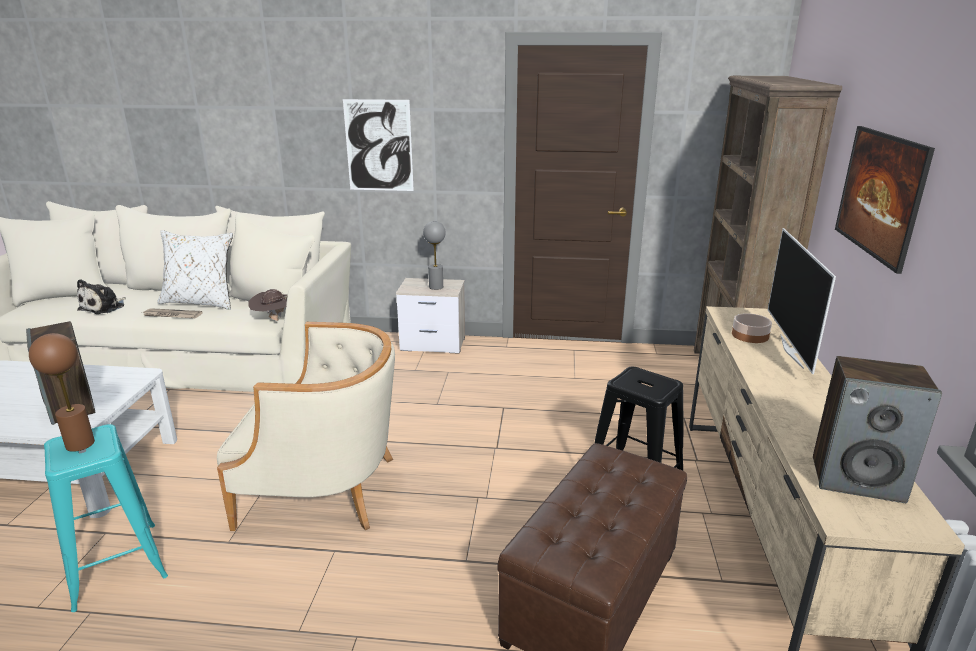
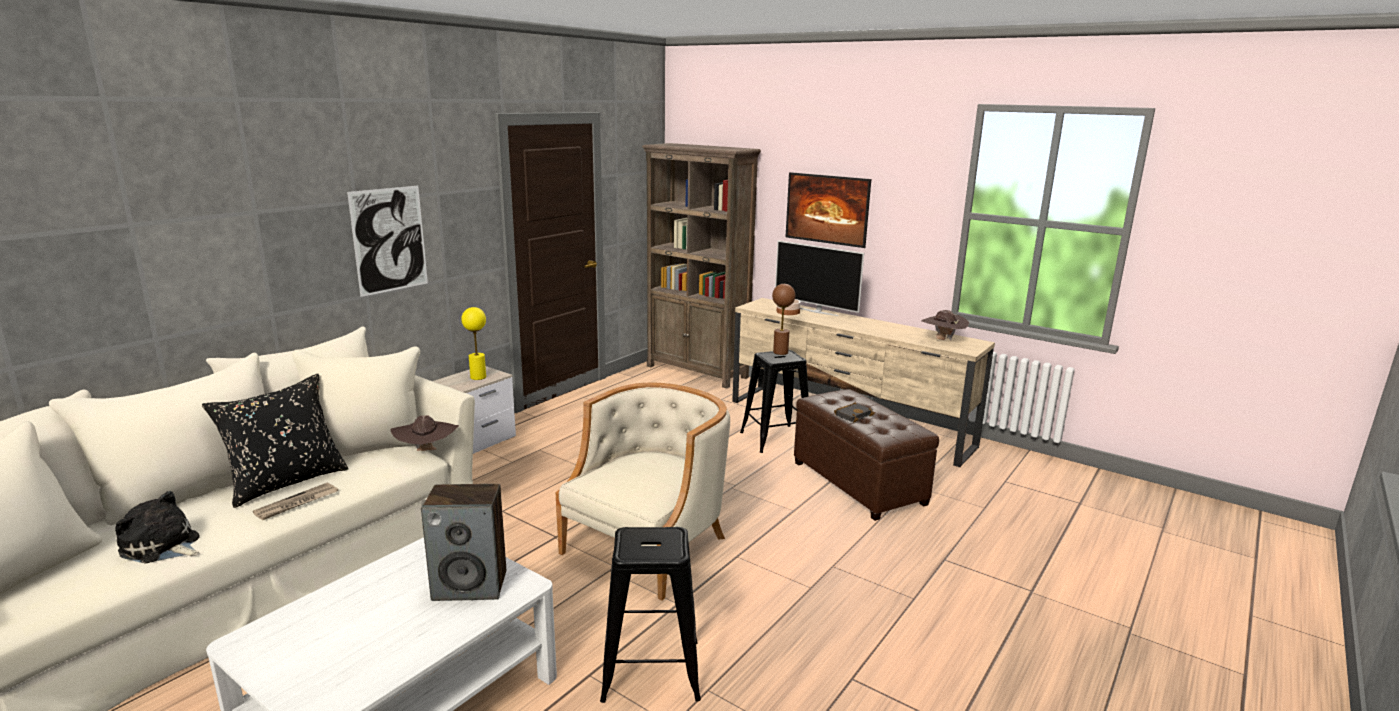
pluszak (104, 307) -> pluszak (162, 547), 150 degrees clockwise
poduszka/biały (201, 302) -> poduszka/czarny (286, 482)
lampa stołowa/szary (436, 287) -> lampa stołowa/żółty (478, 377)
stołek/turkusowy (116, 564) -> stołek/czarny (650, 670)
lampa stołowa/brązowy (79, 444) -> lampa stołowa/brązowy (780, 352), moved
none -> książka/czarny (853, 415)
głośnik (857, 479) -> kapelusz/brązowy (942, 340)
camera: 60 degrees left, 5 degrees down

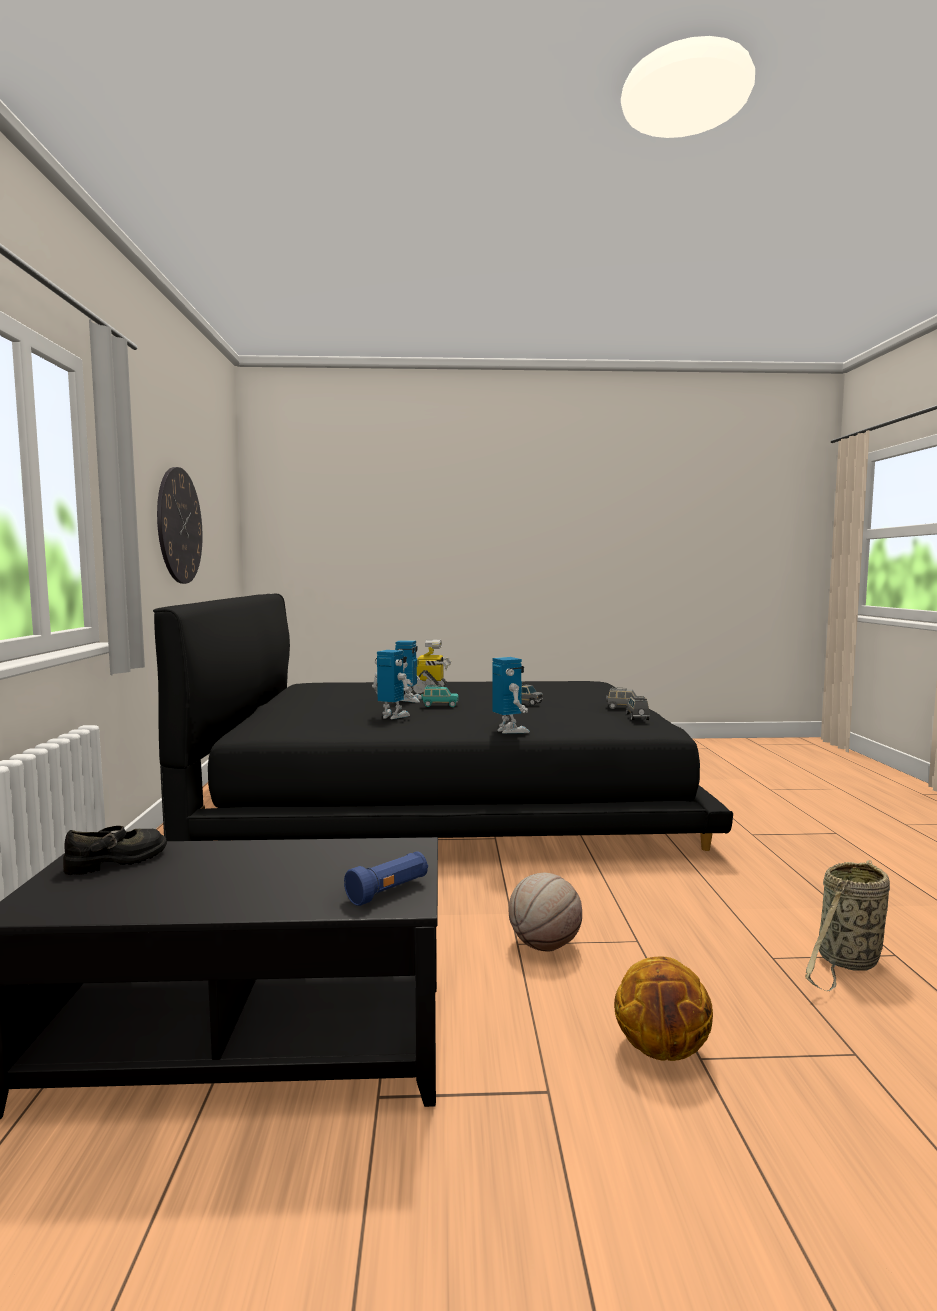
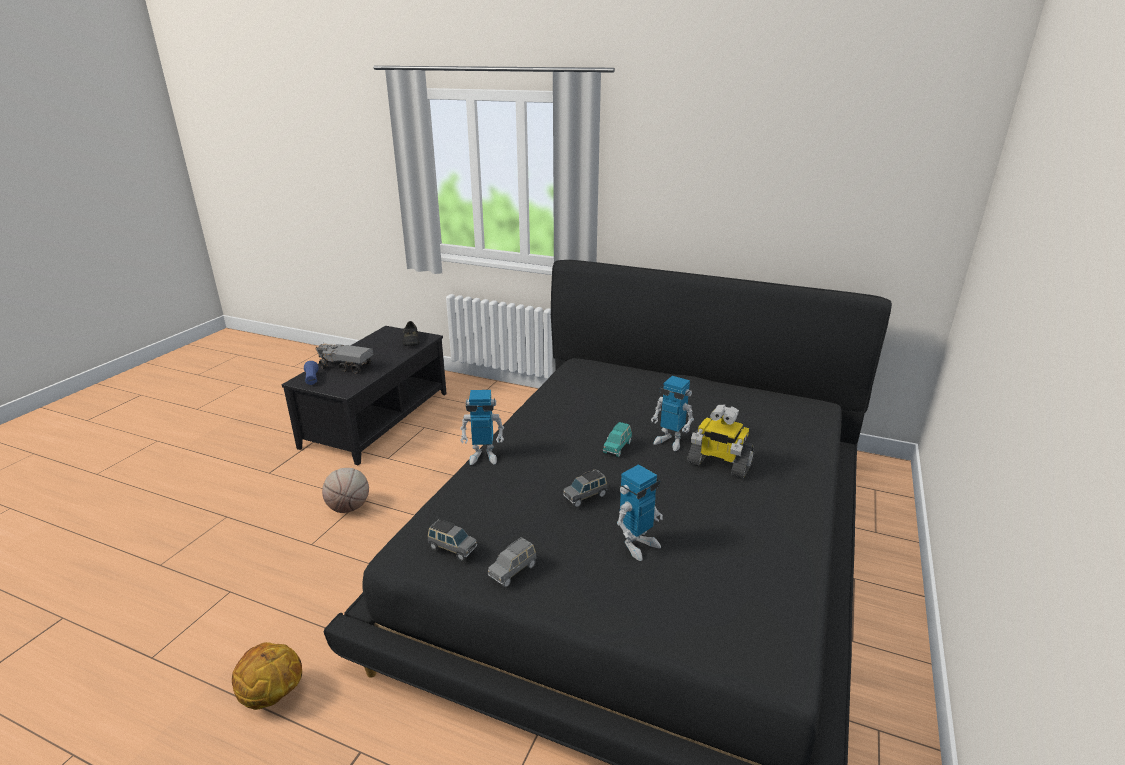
piłka do koszykówki (662, 1050) -> piłka do koszykówki (272, 695), moved
none -> ciężarówka zabawkowa (345, 366)
robot zabawkowy (392, 716) -> robot zabawkowy (638, 545), moved
zegar ścienny (179, 526) -> none
koszyk (847, 962) -> none
camera: 115 degrees right, 20 degrees up

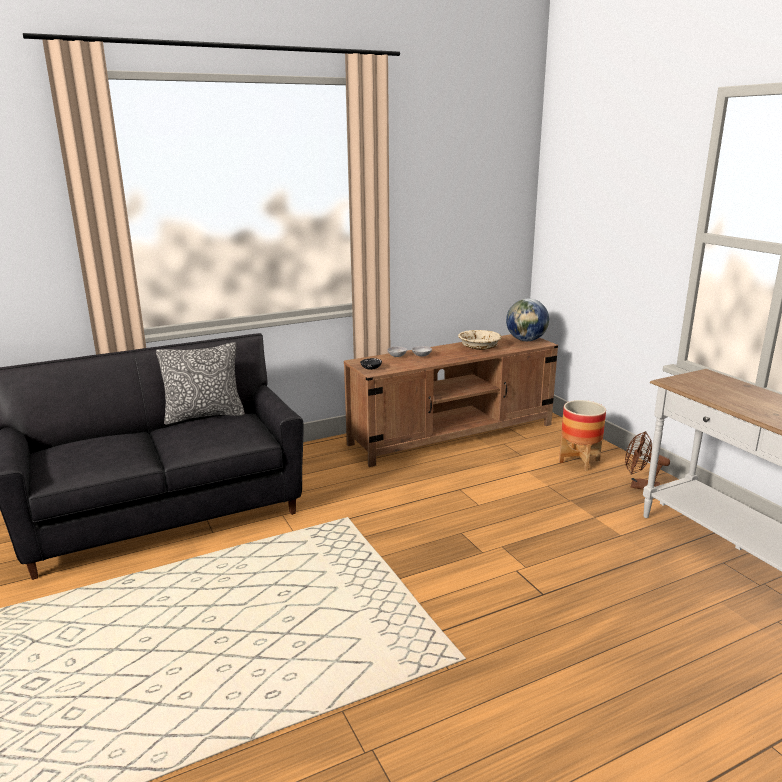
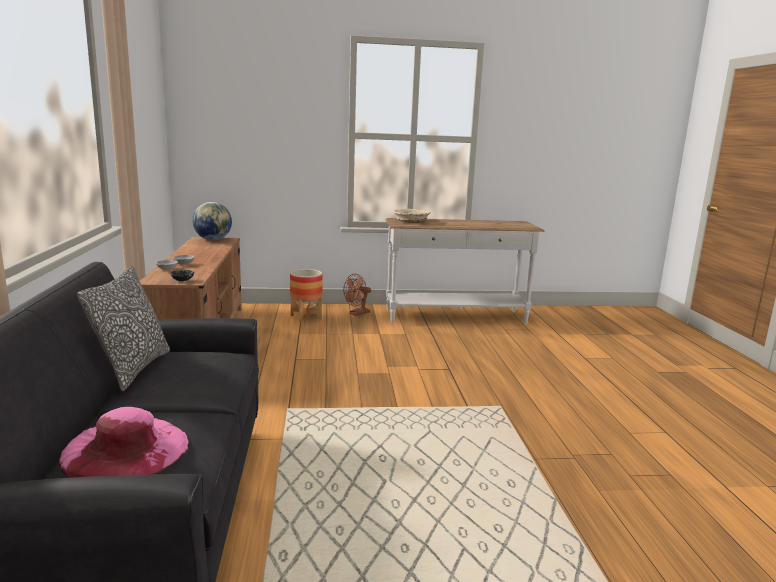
none -> kapelusz/różowy (125, 450)
miska/beżowy (479, 346) -> miska/beżowy (411, 221), moved
camera: 70 degrees left, 5 degrees down

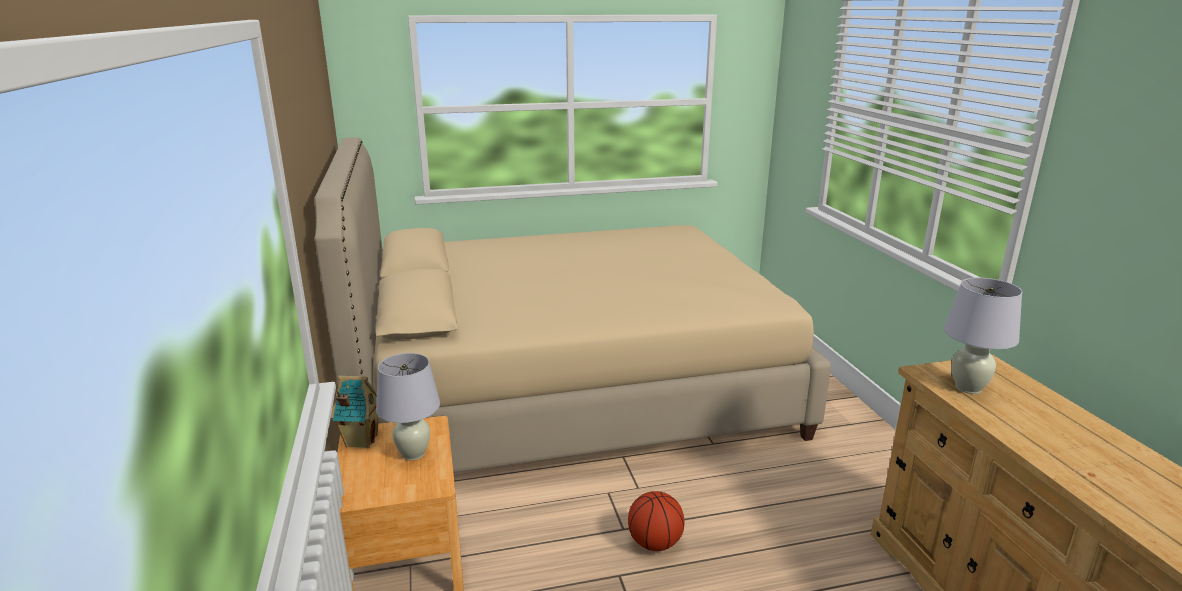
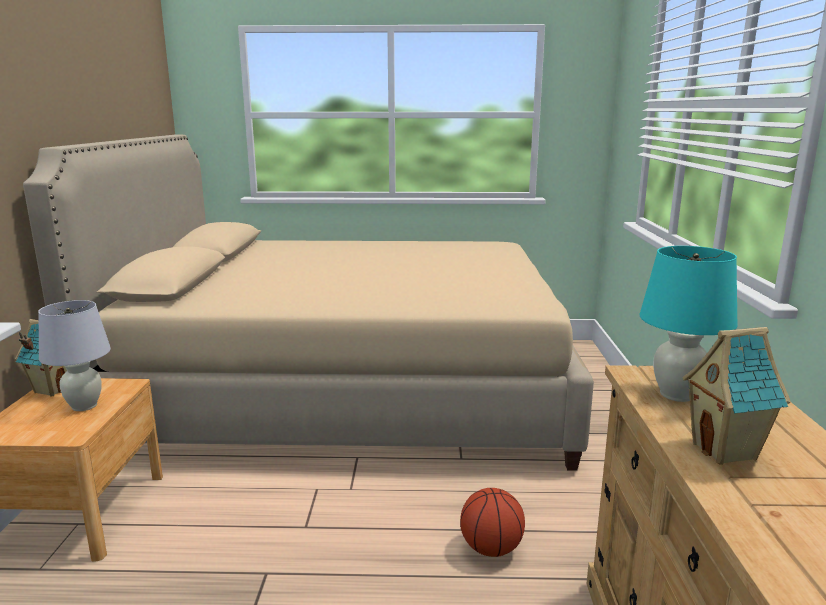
piłka do koszykówki (654, 543) -> piłka do koszykówki (490, 549), moved
lampa stołowa/biały (968, 388) -> lampa stołowa/turkusowy (676, 395)
none -> domek (726, 451)
camera: 15 degrees right, 5 degrees down

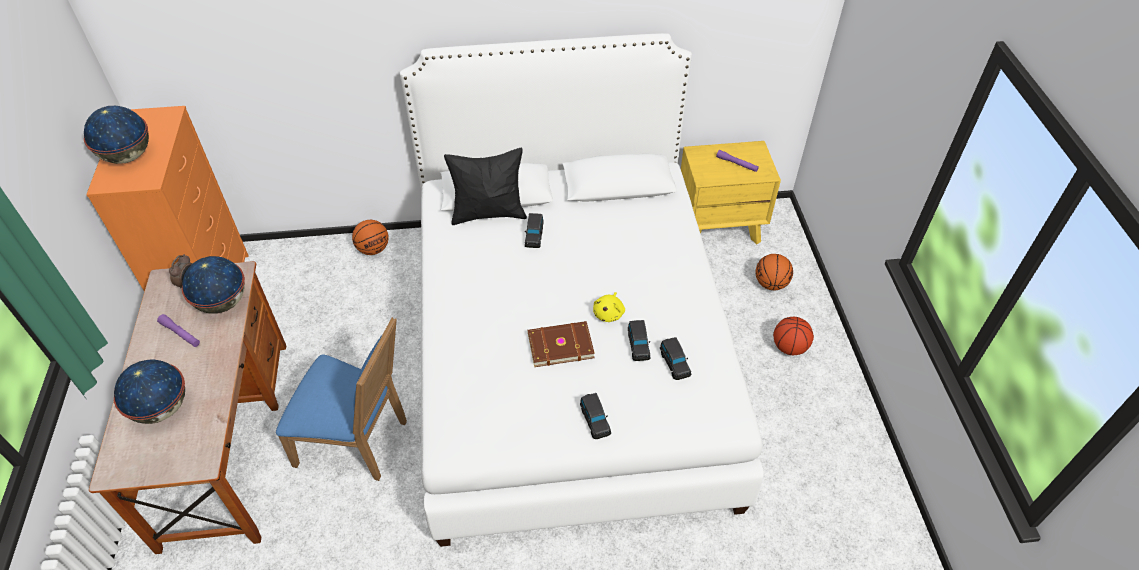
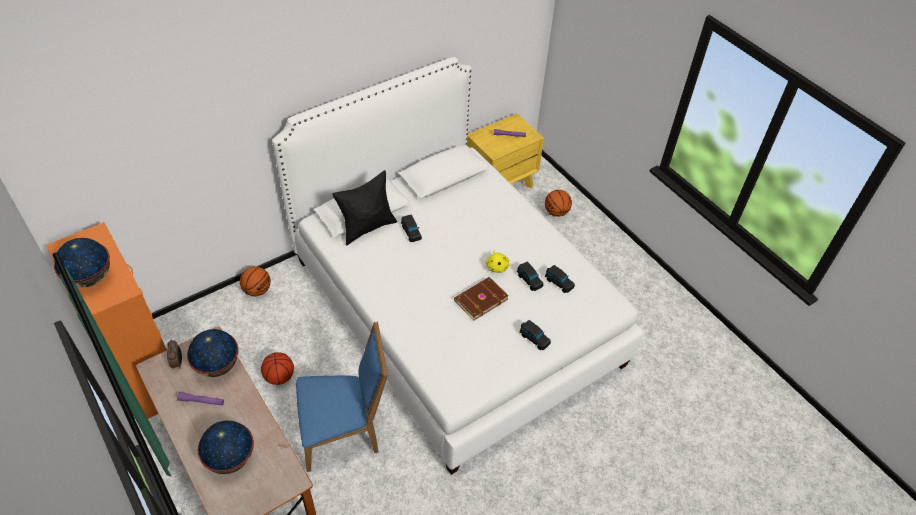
piłka do koszykówki (789, 347) -> piłka do koszykówki (279, 377), moved
camera: 30 degrees left, 0 degrees up

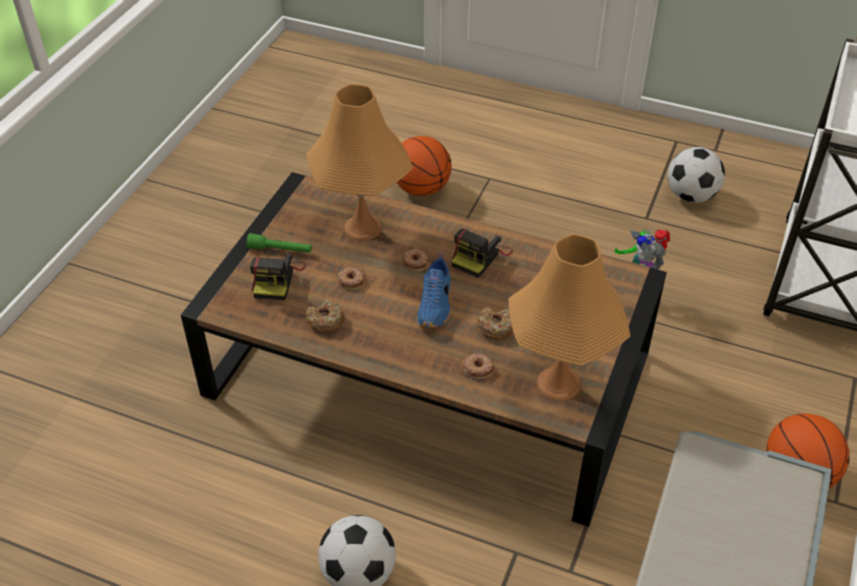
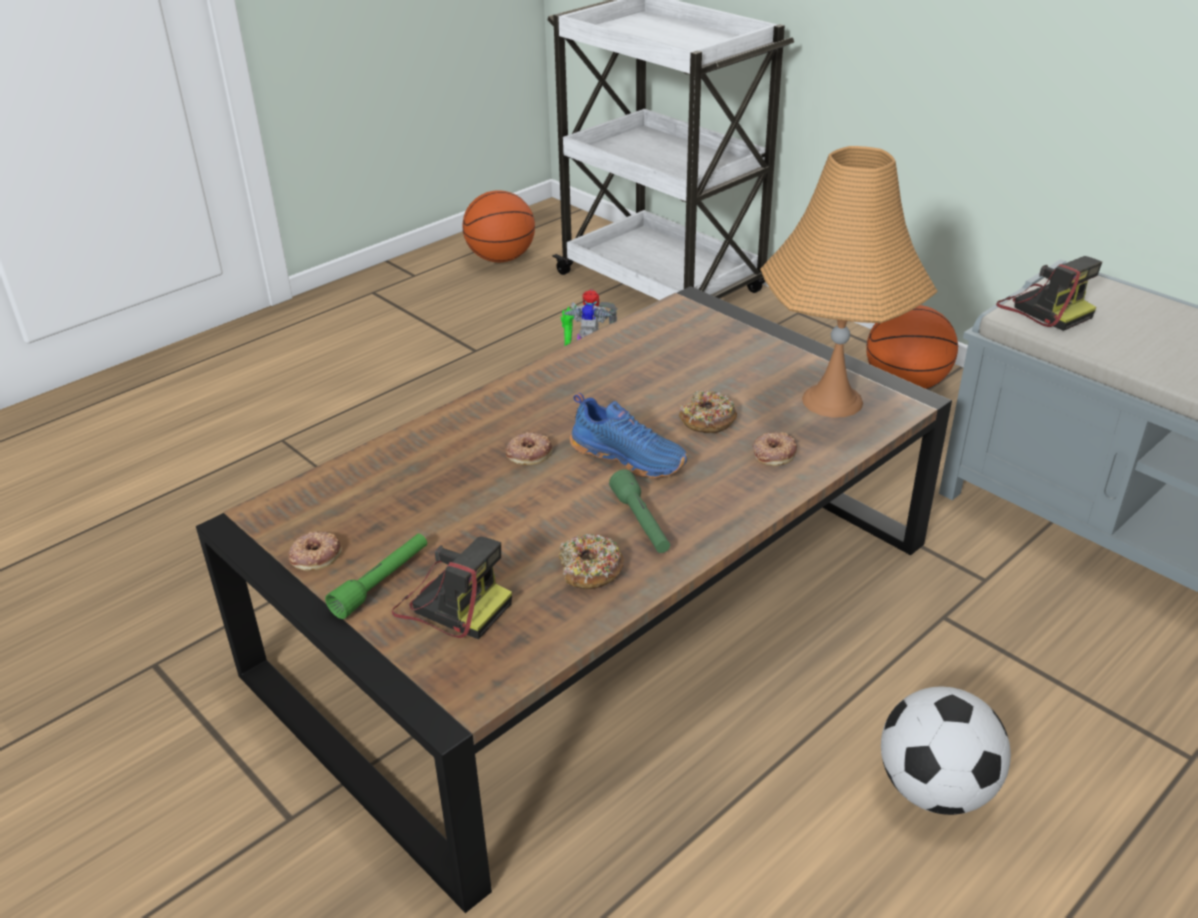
donut (351, 280) -> donut (315, 555), moved
piłka do koszykówki (420, 189) -> piłka do koszykówki (500, 259), moved
none -> latarka/zielony (641, 523)
aparat fotograficzny (480, 257) -> aparat fotograficzny (1043, 309), moved
lampa stołowa/pomarańczowy (362, 227) -> none
piłka futbolowa (691, 196) -> none
camera: 65 degrees left, 10 degrees down

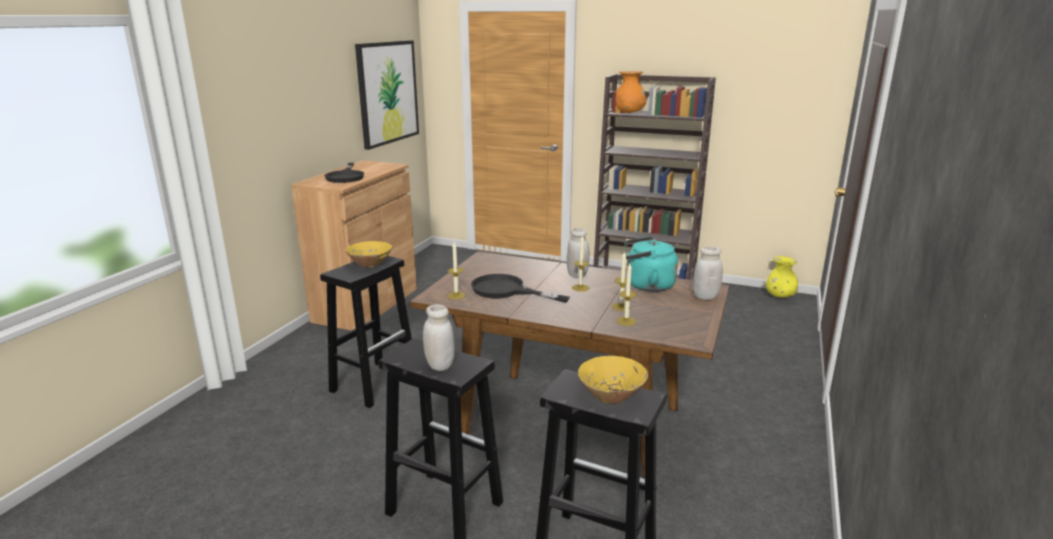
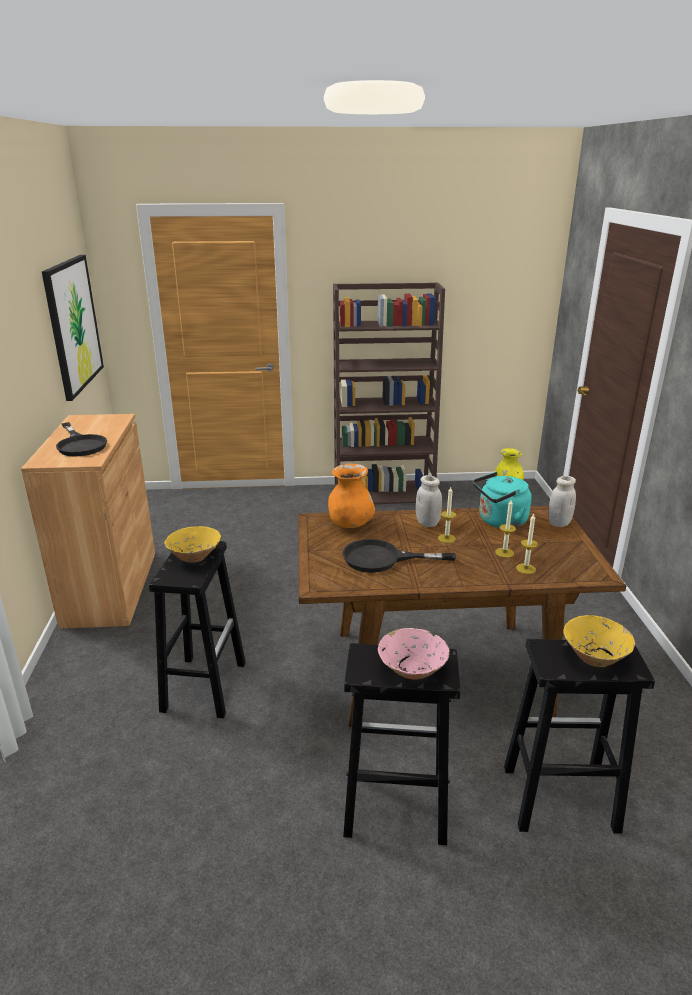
wazon/pomarańczowy (629, 112) -> wazon/pomarańczowy (350, 524), moved
słoik/biały (440, 365) -> miska/różowy (412, 670)
świeca (456, 295) -> none
camera: 25 degrees left, 5 degrees up

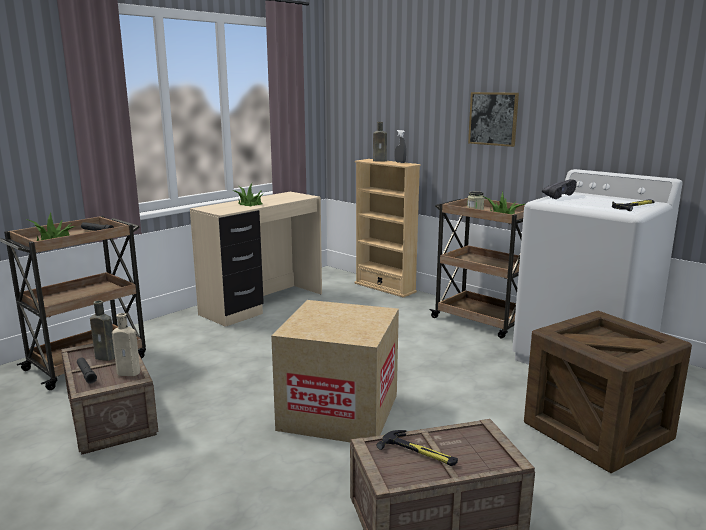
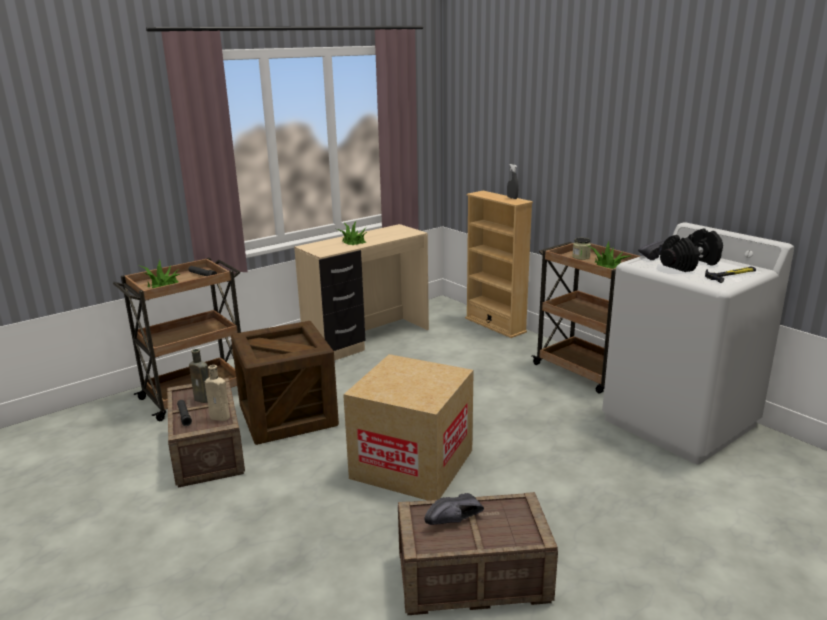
skrzynka (597, 431) -> skrzynka (288, 416), moved
młotek (419, 452) -> but/czarny (455, 521)
none -> hantel/czarny (690, 264)
butelka/brązowy (380, 161) -> none
obraz (493, 118) -> none
camera: 10 degrees right, 5 degrees up

